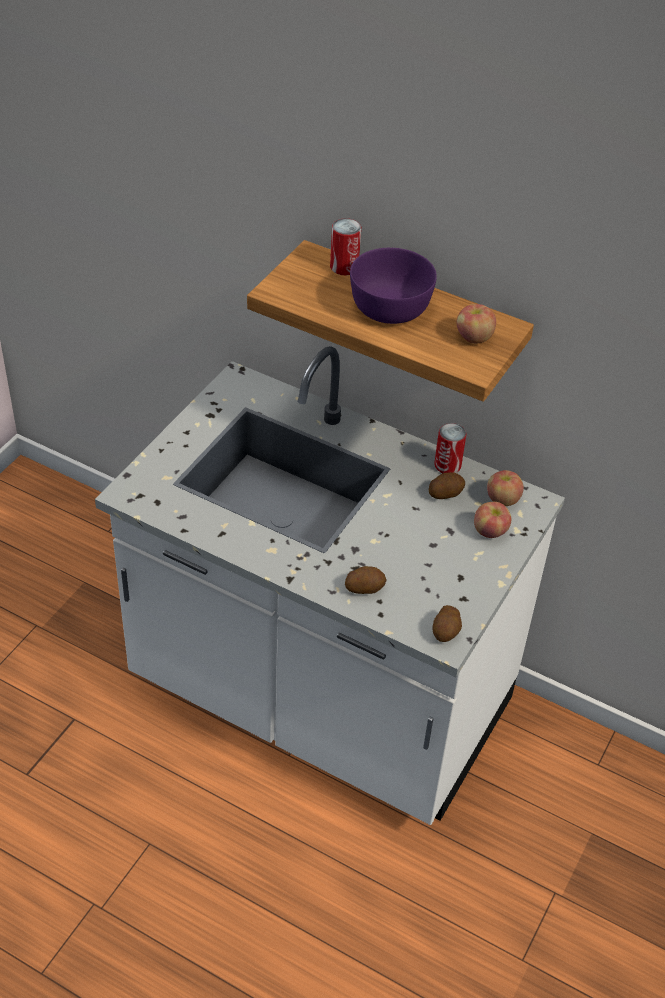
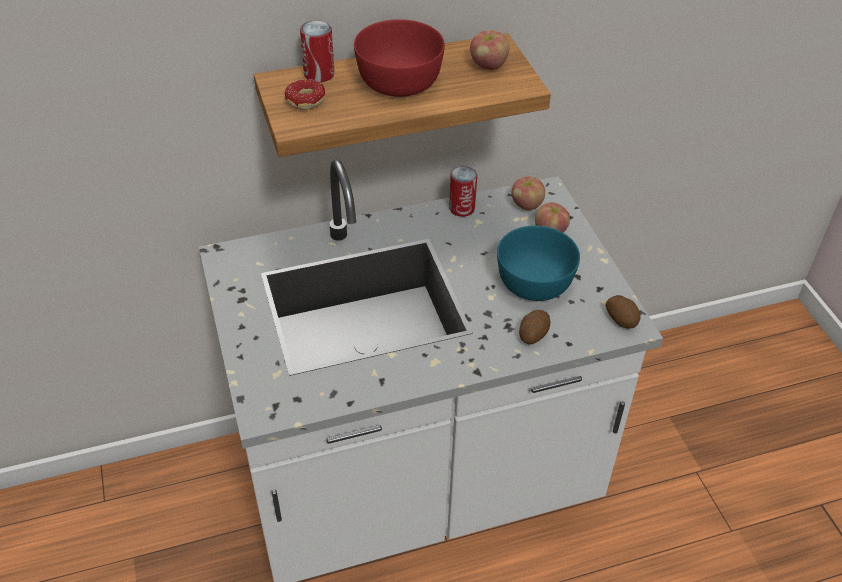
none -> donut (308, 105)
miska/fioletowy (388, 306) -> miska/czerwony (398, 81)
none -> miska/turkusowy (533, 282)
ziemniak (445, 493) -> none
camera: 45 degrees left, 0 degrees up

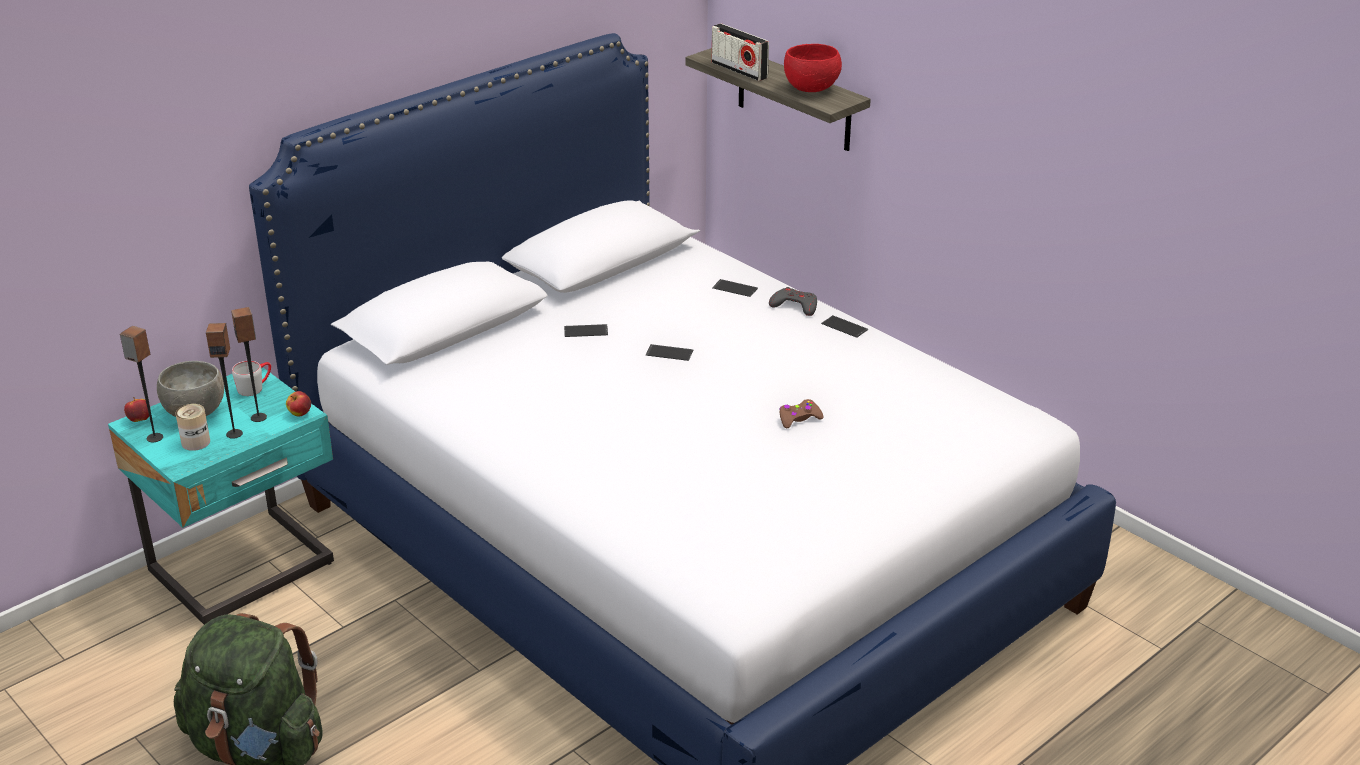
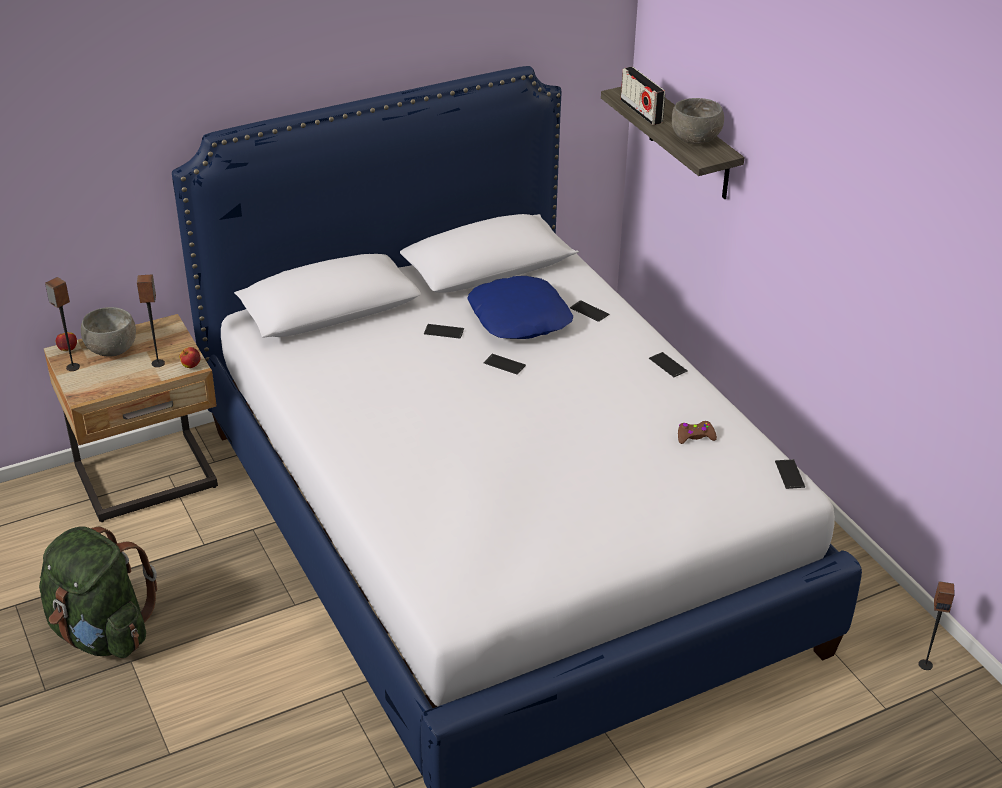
szafka nocna/turkusowy (246, 570) -> szafka nocna/beżowy (148, 480)
none -> poduszka/niebieski (520, 318)
miska/czerwony (812, 89) -> miska/szary (696, 139)
pad do gier/brązowy (799, 418) -> pad do gier/brązowy (695, 436), moved
none -> telefon (789, 474)
głośnik (234, 433) -> głośnik (925, 664), moved
puszka (196, 442) -> none
kubek/szary (255, 387) -> none
pad do gier/szary (794, 306) -> none
camera: 15 degrees right, 5 degrees up

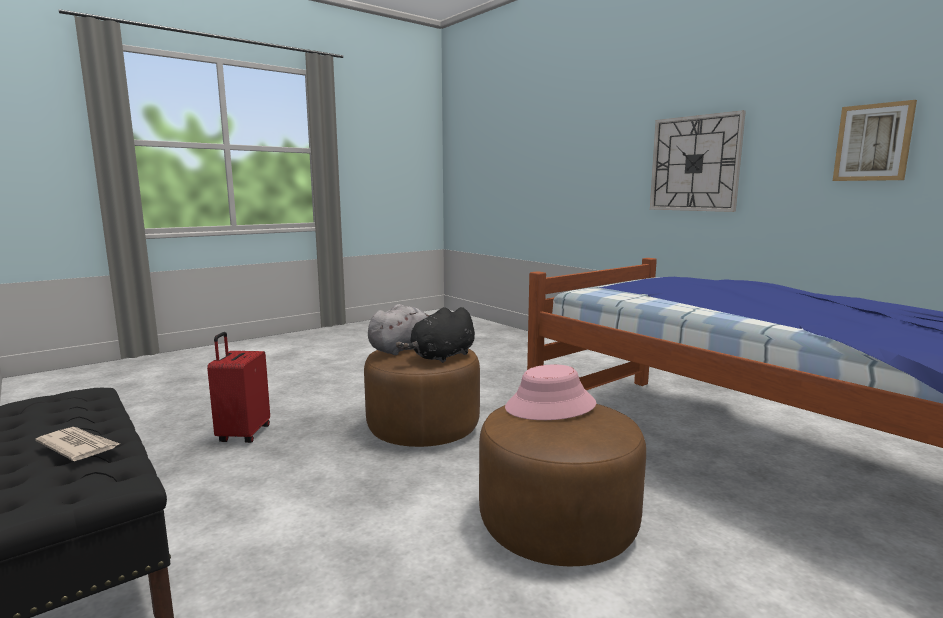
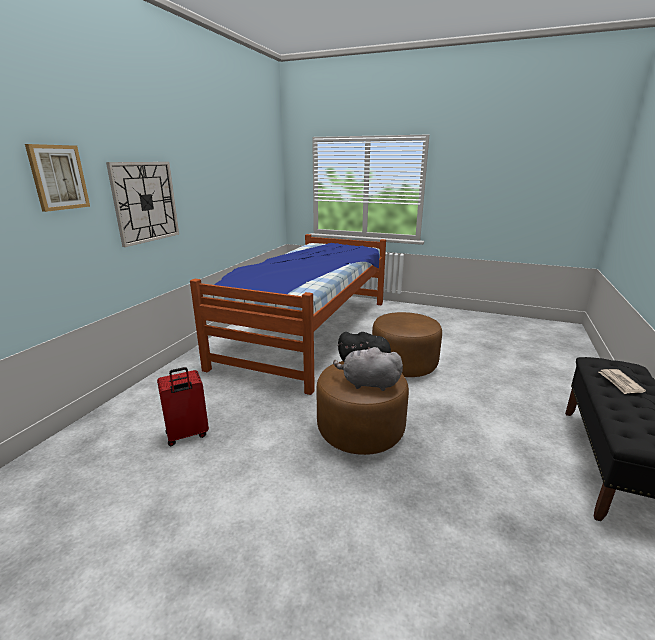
obraz (873, 142) -> obraz (58, 177), moved
walizka/czerwony (243, 434) -> walizka/czerwony (187, 435), moved
kapelusz/różowy (550, 406) -> none
camera: 120 degrees left, 10 degrees up

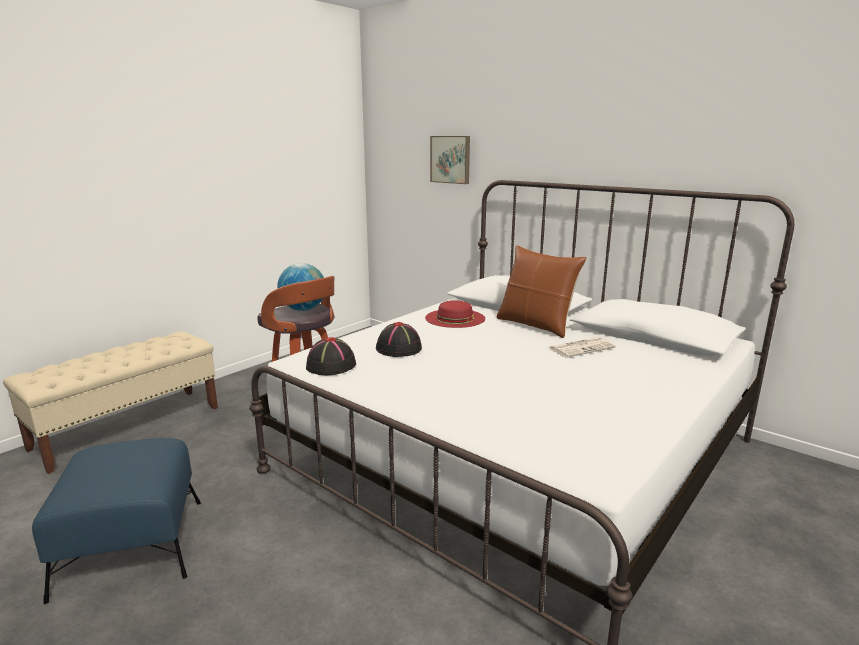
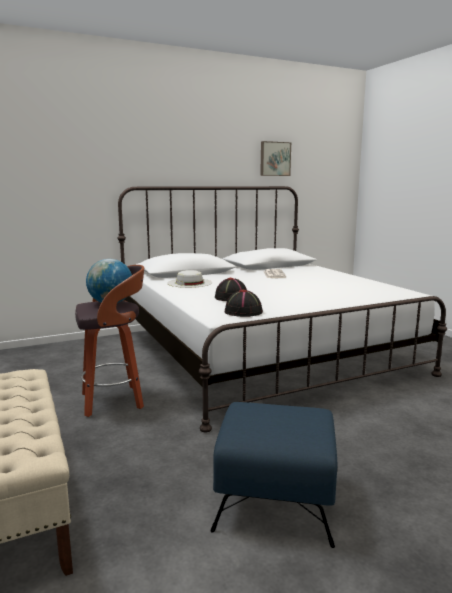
kapelusz/czerwony (455, 318) -> kapelusz/biały (189, 283)
obraz (451, 159) -> obraz (274, 159), moved
poduszka/brązowy (536, 325) -> none
camera: 65 degrees left, 5 degrees down

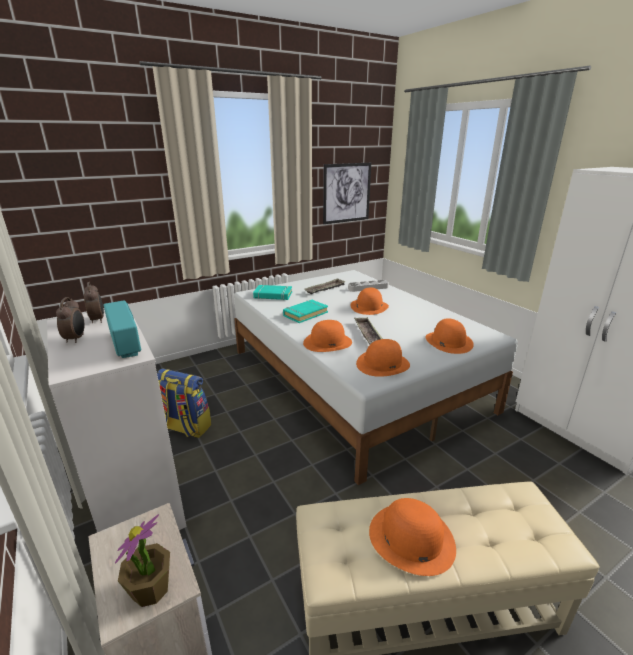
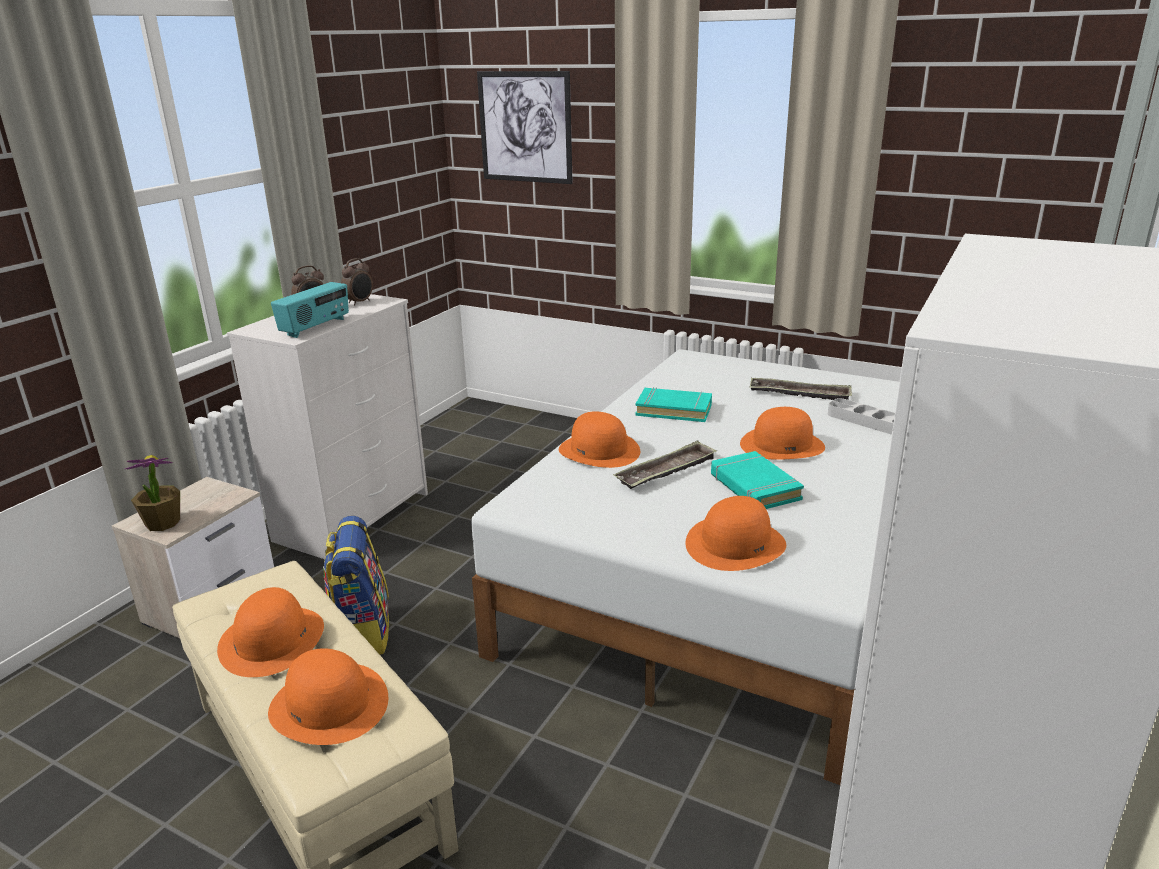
kapelusz/pomarańczowy (383, 364) -> kapelusz/pomarańczowy (329, 704), moved
plecak (186, 428) -> plecak (361, 633), moved
obraz (347, 193) -> obraz (525, 127), moved
książka/turkusowy (273, 295) -> książka/turkusowy (754, 487), moved
camera: 60 degrees right, 0 degrees up

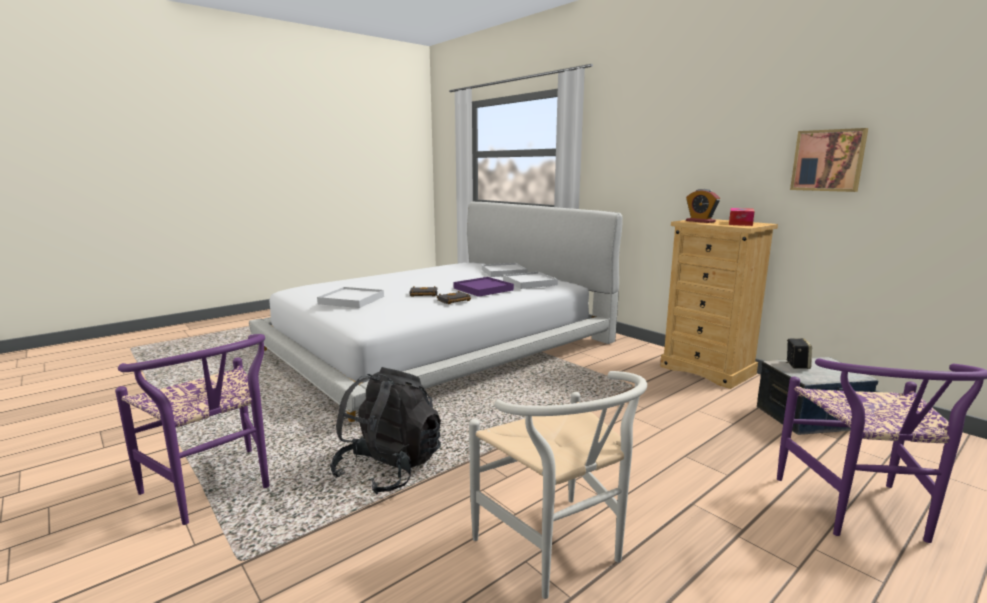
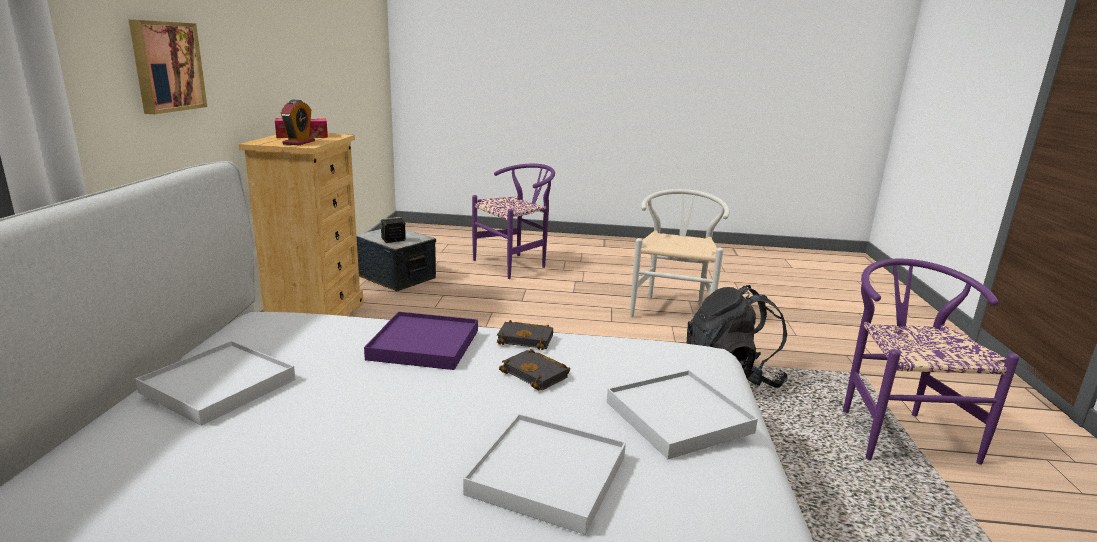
obraz (828, 160) -> obraz (166, 66), moved
taca/biały (529, 283) -> taca/biały (547, 475), moved
camera: 135 degrees left, 5 degrees up

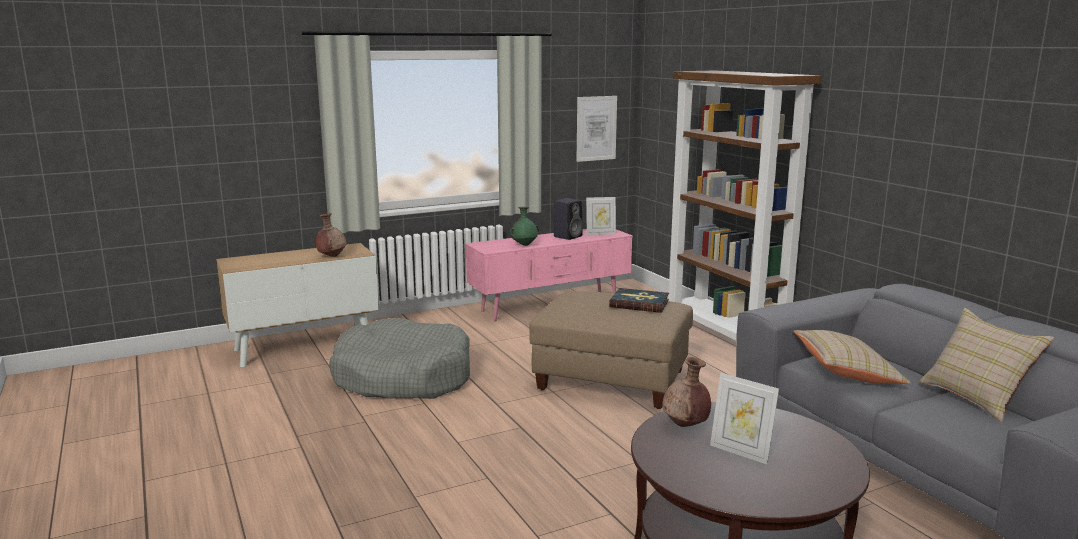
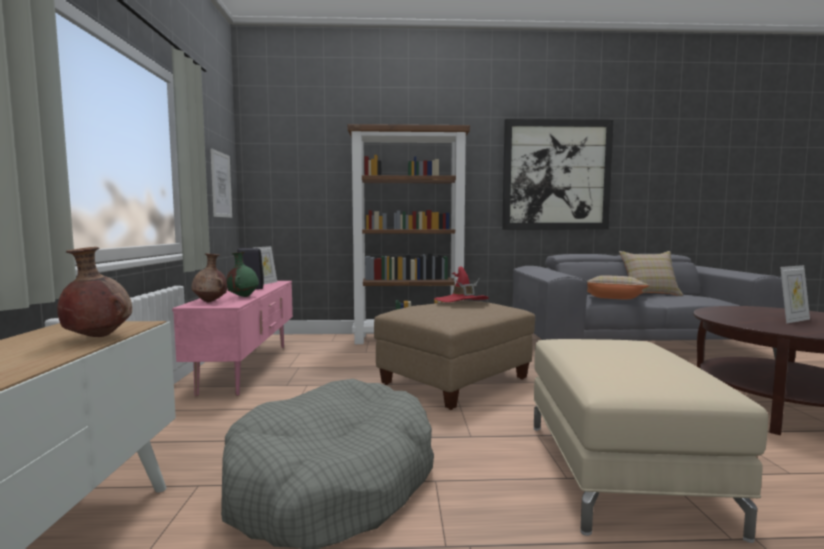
wazon/brązowy (685, 425) -> wazon/brązowy (211, 302), moved
książka (639, 303) -> kapelusz/czerwony (461, 301)
none -> obraz (556, 175)
none -> pufa/beżowy (618, 472)
camera: 65 degrees left, 10 degrees down

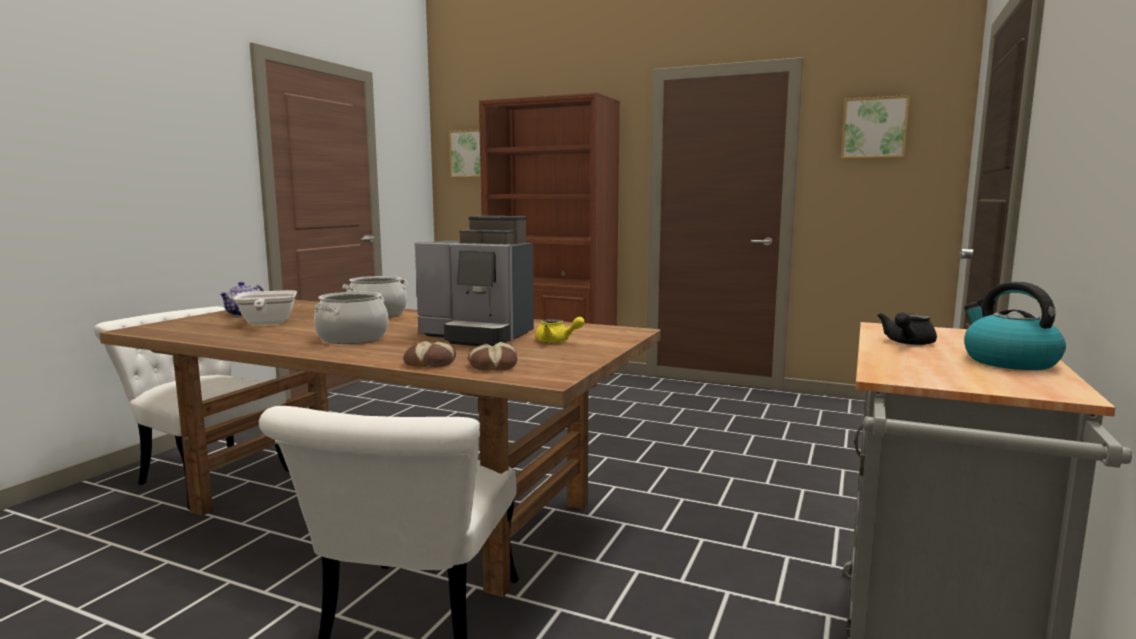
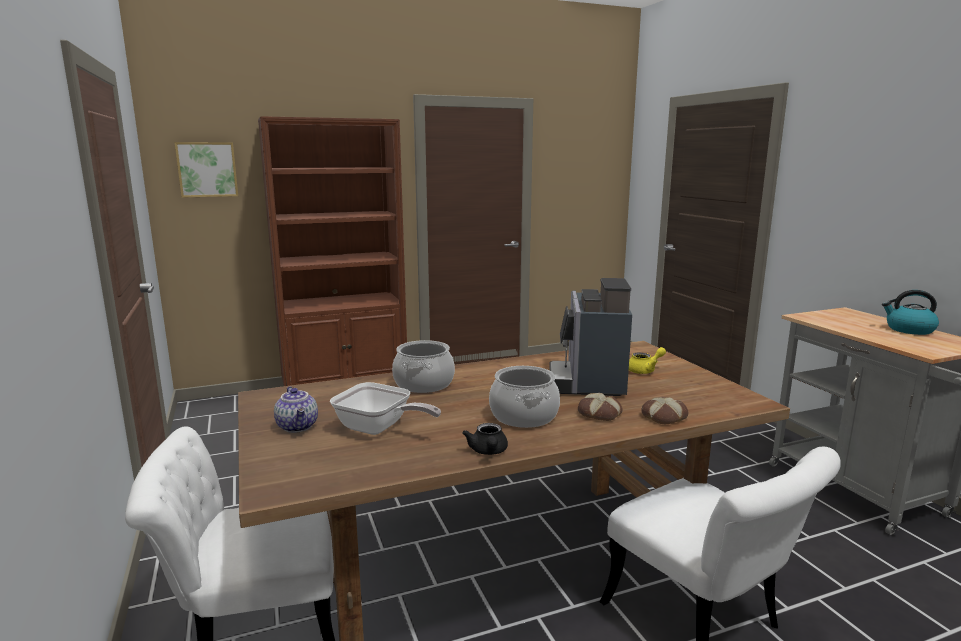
imbryk/czarny (907, 343) -> imbryk/czarny (488, 451), moved
ekspres do kawy (478, 336) -> ekspres do kawy (589, 382), 120 degrees clockwise
chleb (492, 365) -> chleb (598, 414), moved
obraz (874, 128) -> none
camera: 45 degrees left, 5 degrees up

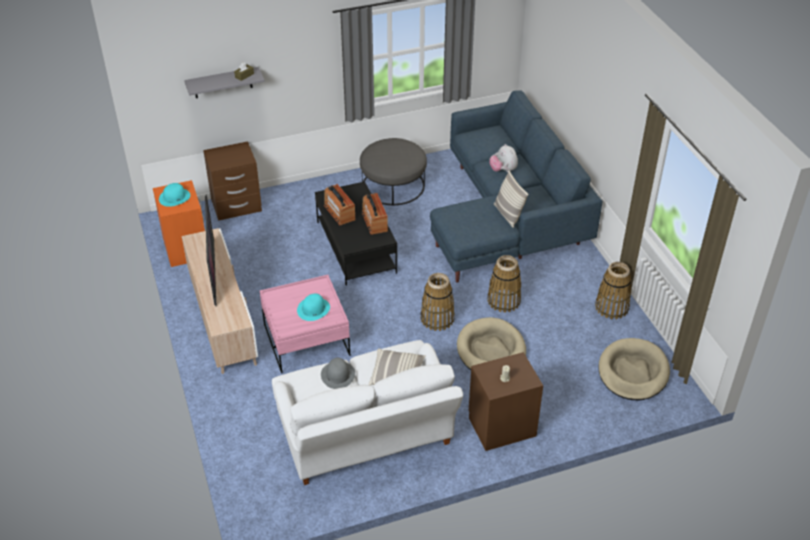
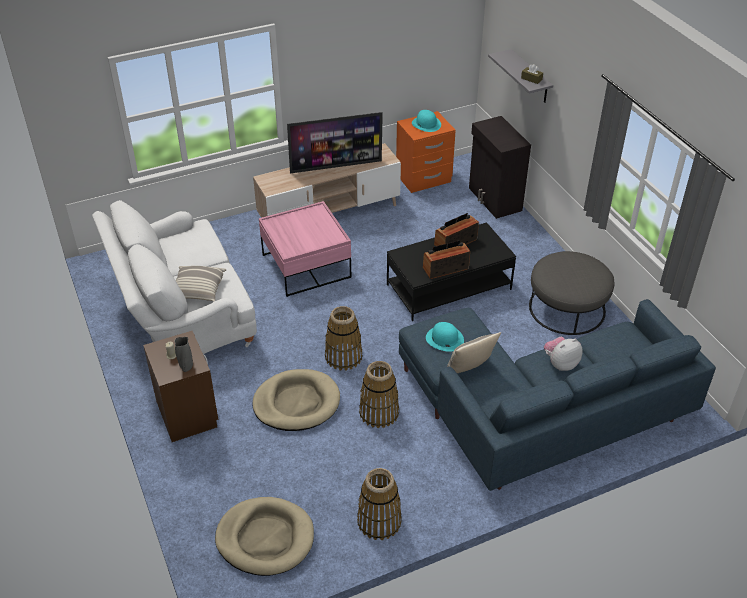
none -> wazon/szary (186, 367)
kapelusz/turkusowy (313, 309) -> kapelusz/turkusowy (444, 339), moved
szafka nocna/brązowy (236, 206) -> szafka/czarny (494, 199)
kapelusz/szary (337, 374) -> none
camera: 85 degrees right, 0 degrees up

